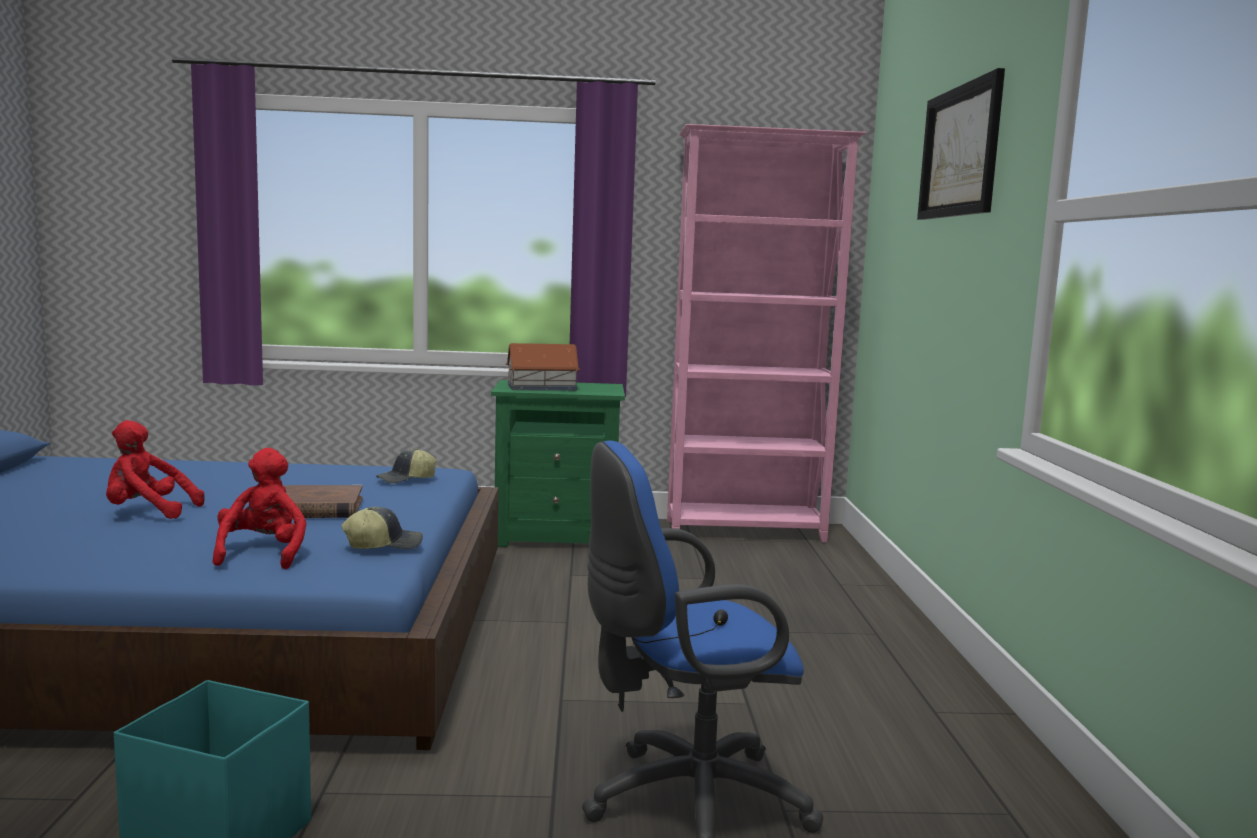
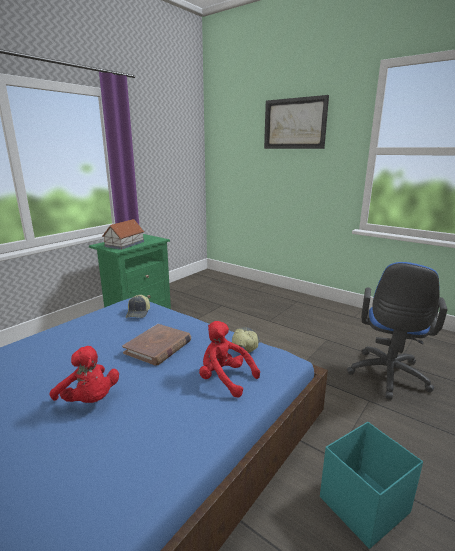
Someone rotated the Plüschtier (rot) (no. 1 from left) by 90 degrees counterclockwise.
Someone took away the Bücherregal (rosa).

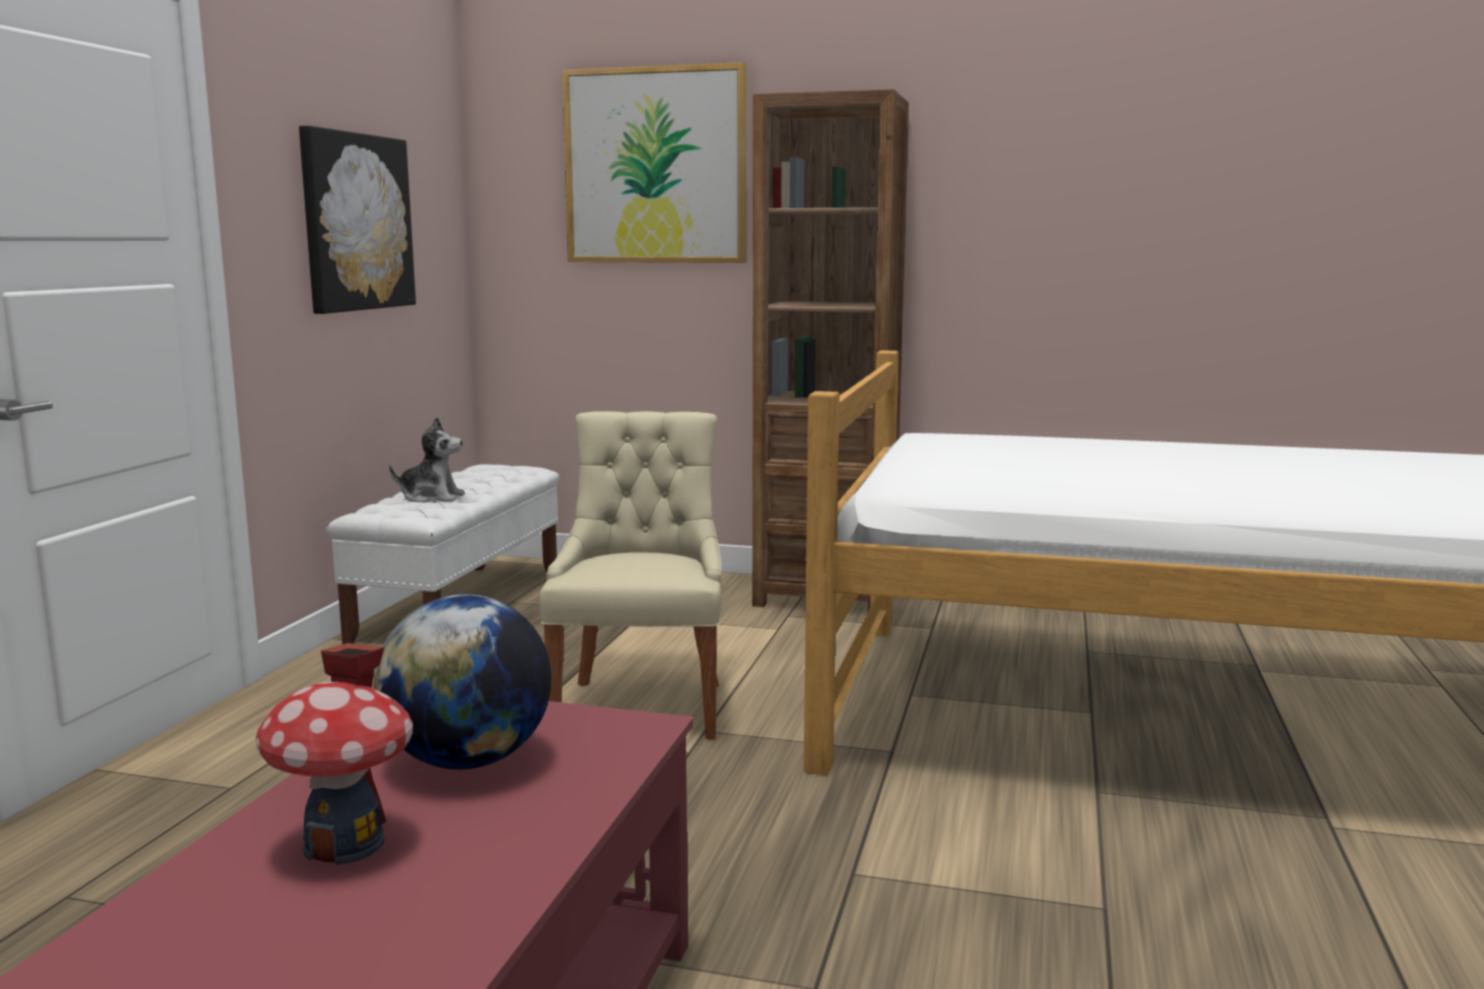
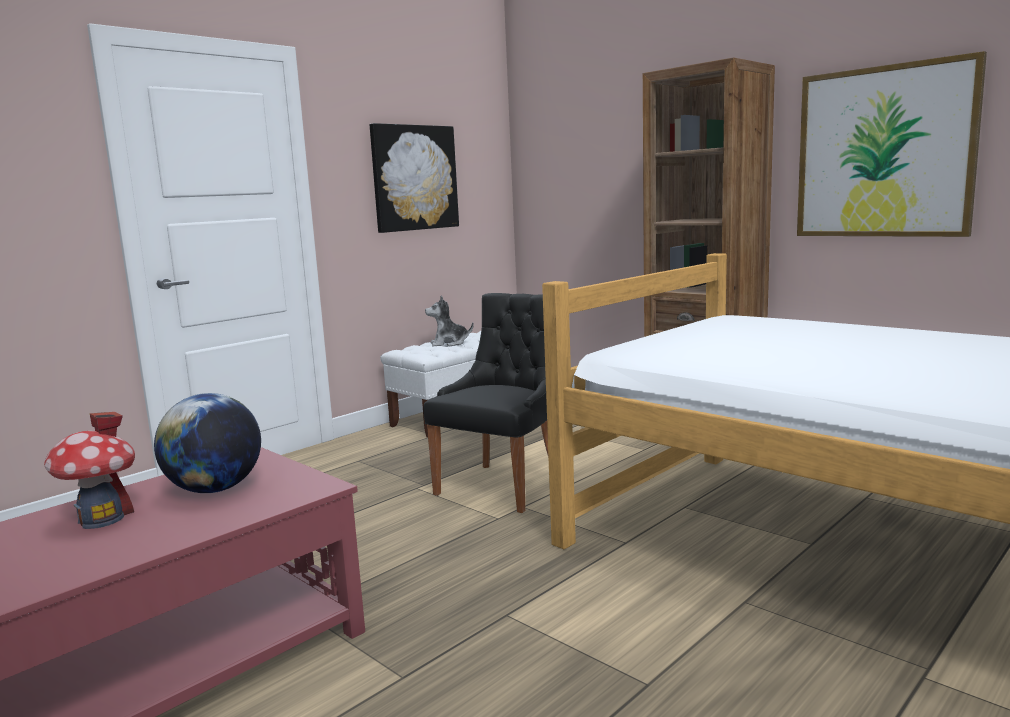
Someone repainted the Stuhl (beige), which became the Stuhl (schwarz).
Someone rotated the Plüschtier by 135 degrees clockwise.
Someone carried the Bild (no. 2 from left).

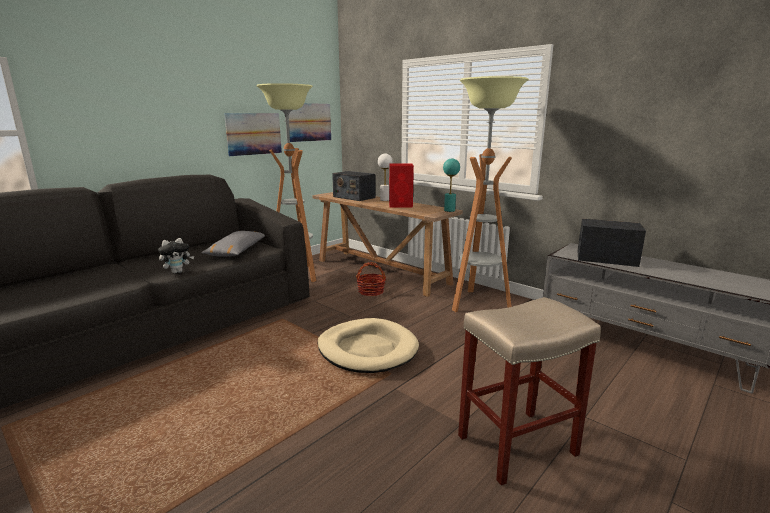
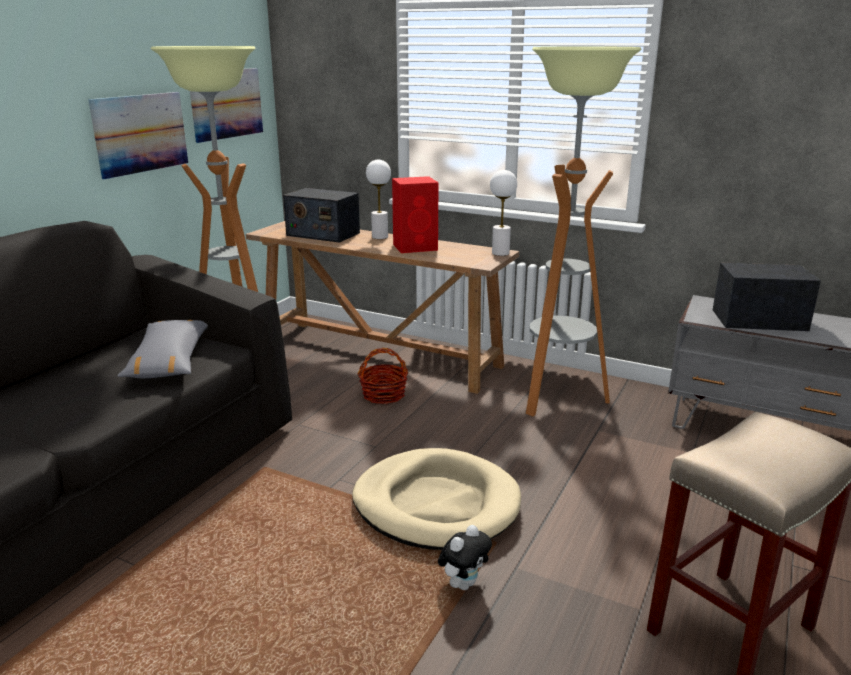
Someone carried the Plüschtier.
Someone repainted the Tischlampe (türkis), which became the Tischlampe (weiß) (no. 2 from left).

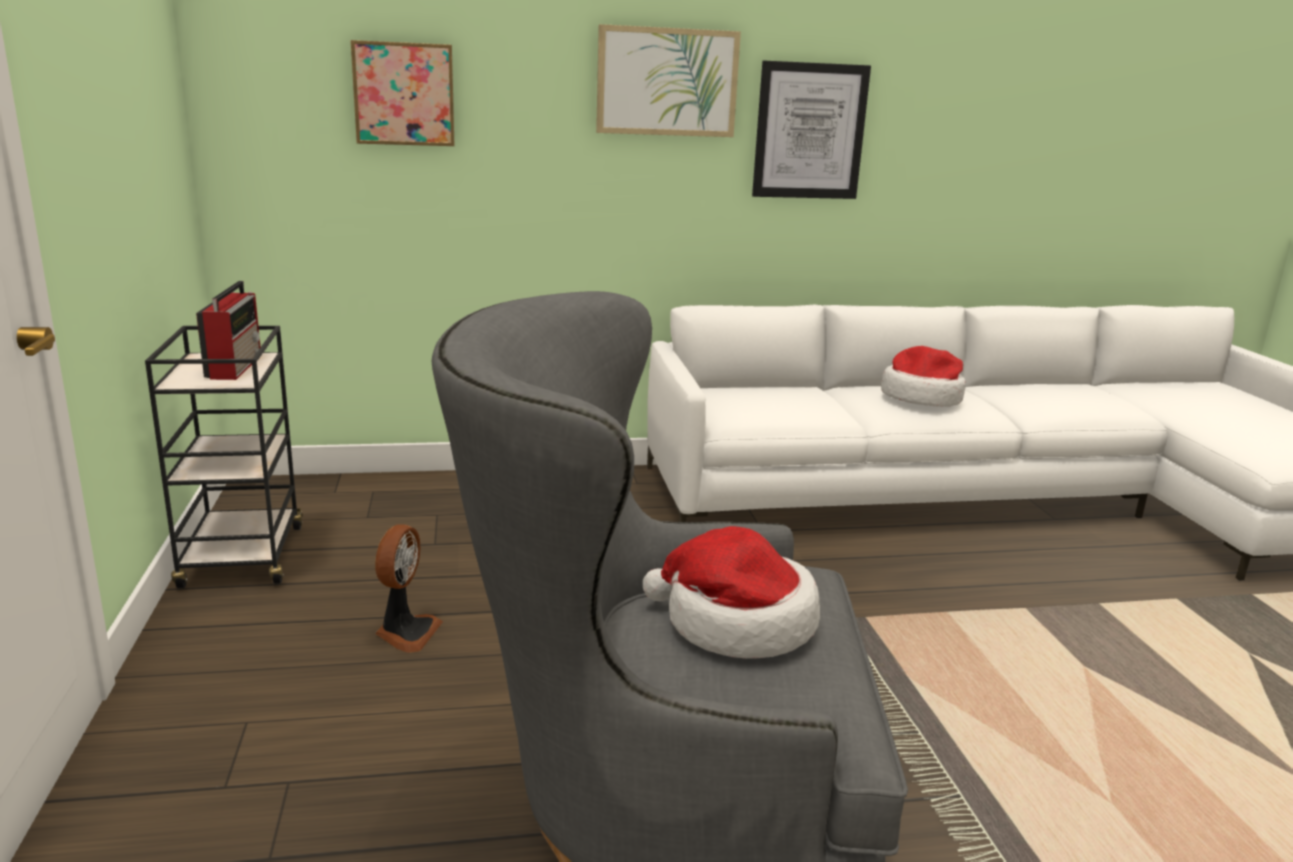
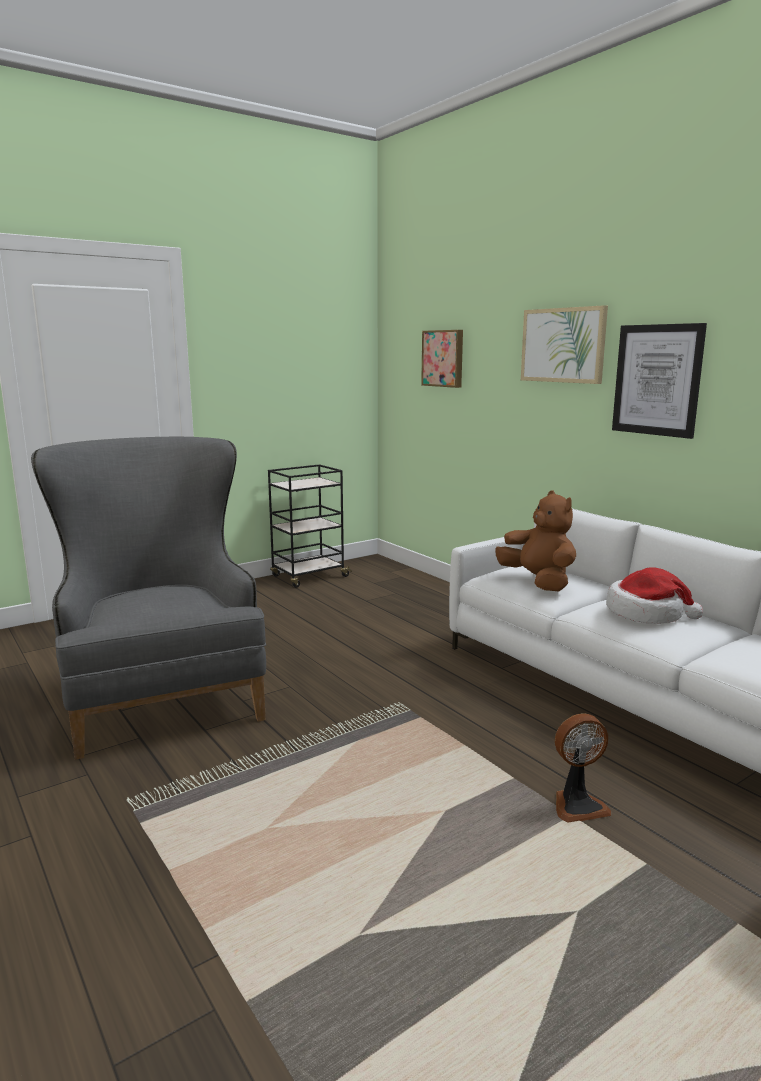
Someone put down the Plüschtier (braun).
Someone carried the Ventilator.
Someone took away the Radio.
Someone took away the Hut (no. 1 from left).

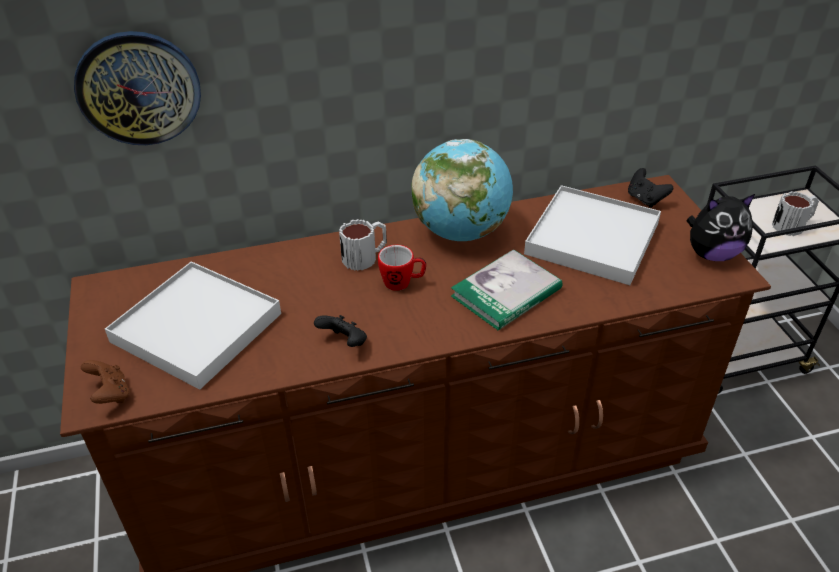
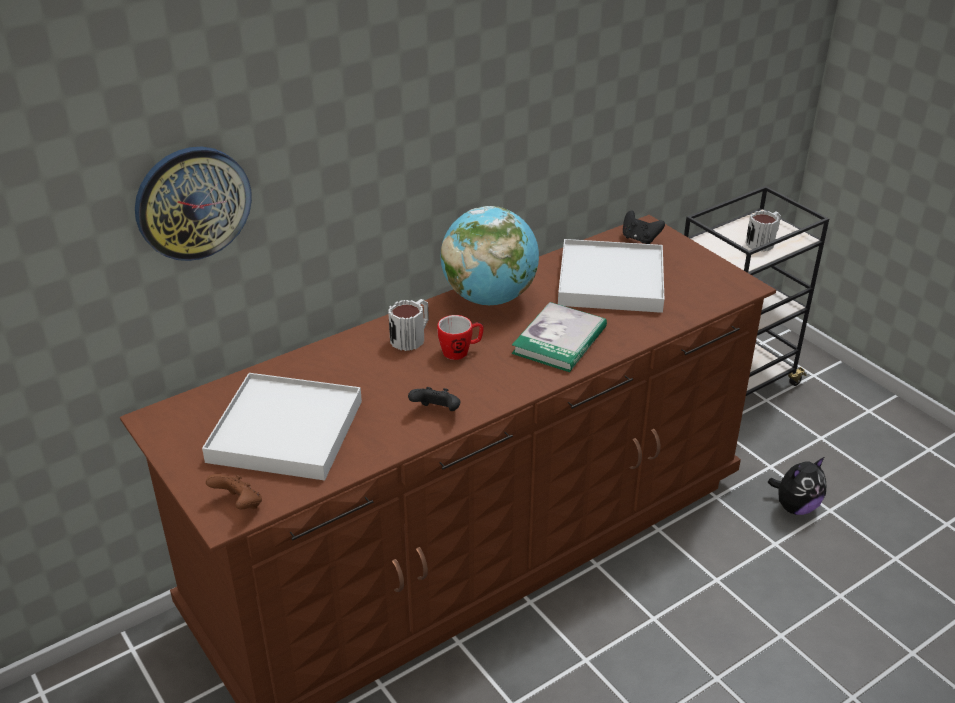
Someone carried the Plüschtier.

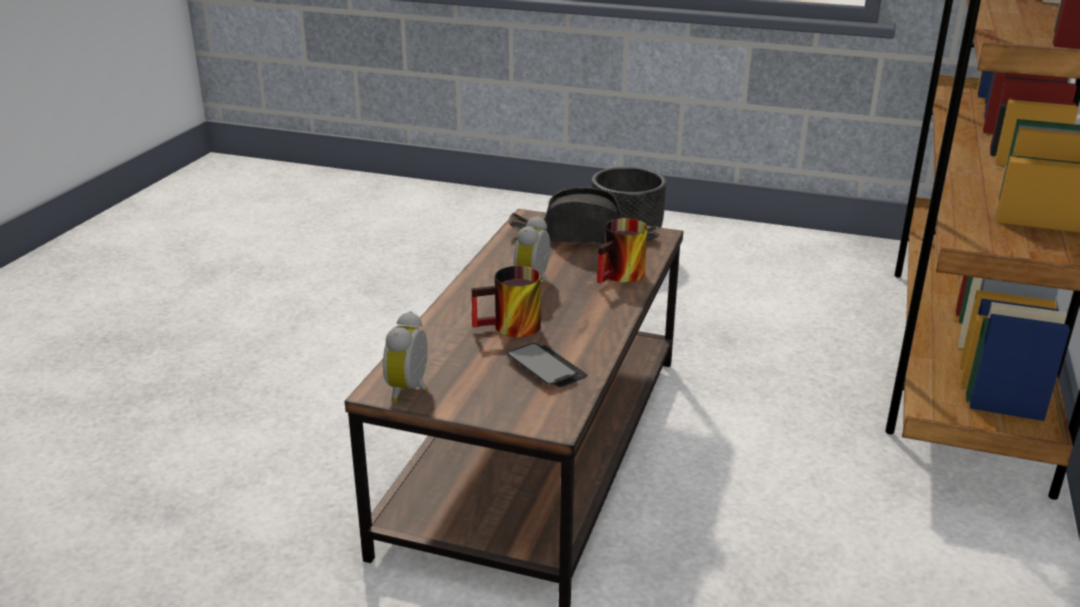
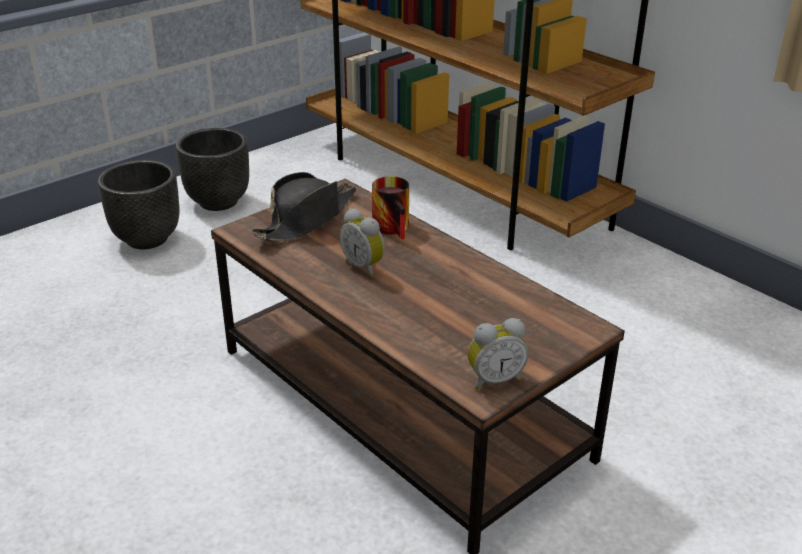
Someone put down the Pflanzkübel (schwarz) (no. 2 from left).
Someone rotated the Wecker (no. 1 from left in the first image) by 60 degrees counterclockwise.
Someone took away the Henkelbecher (no. 1 from left).
Someone took away the Handy.

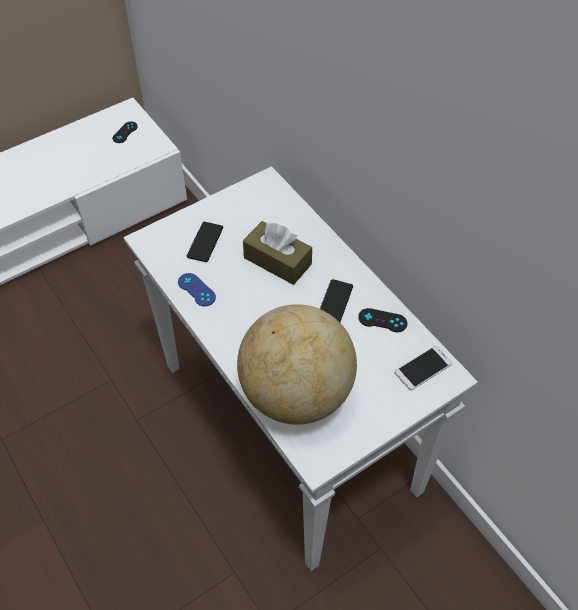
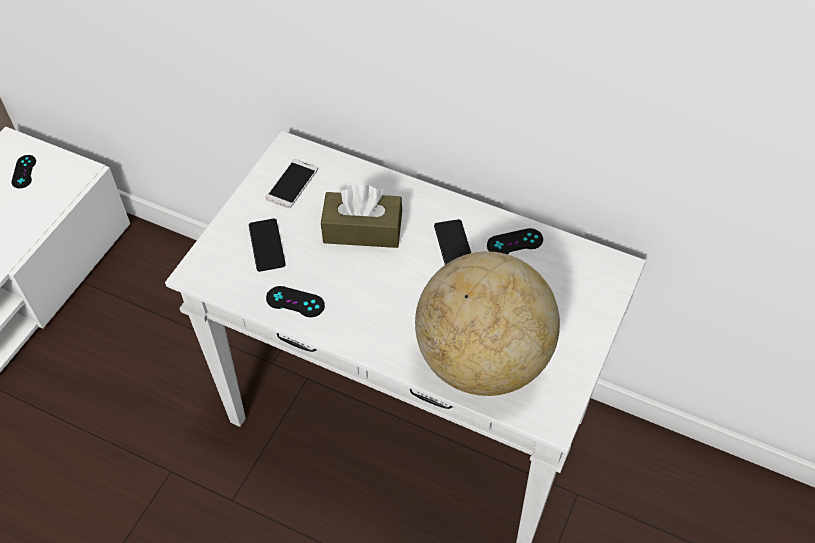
Someone carried the Handy (no. 3 from left in the first image).
Someone repainted the Gamepad (blau), which became the Gamepad (schwarz) (no. 2 from left).

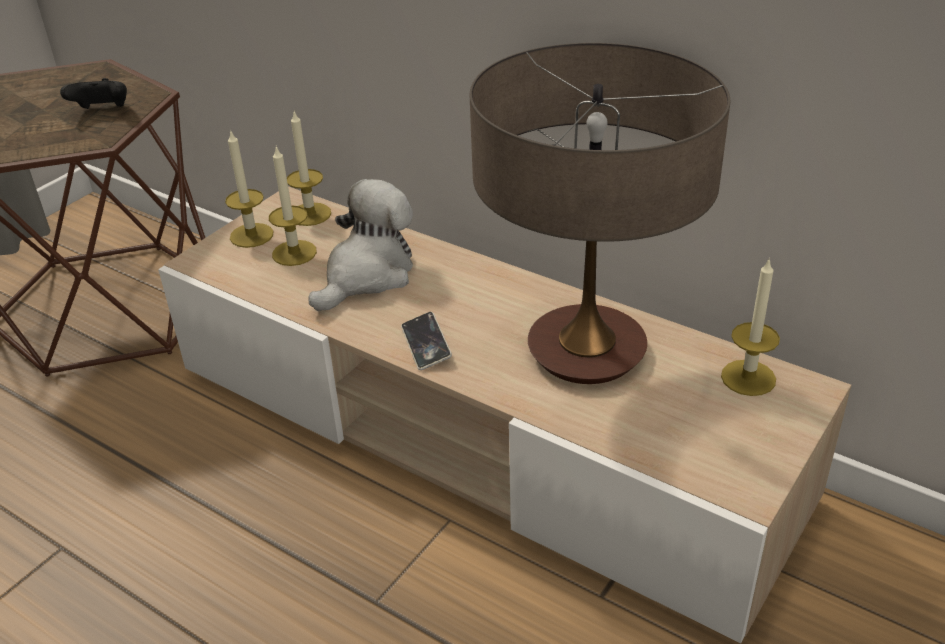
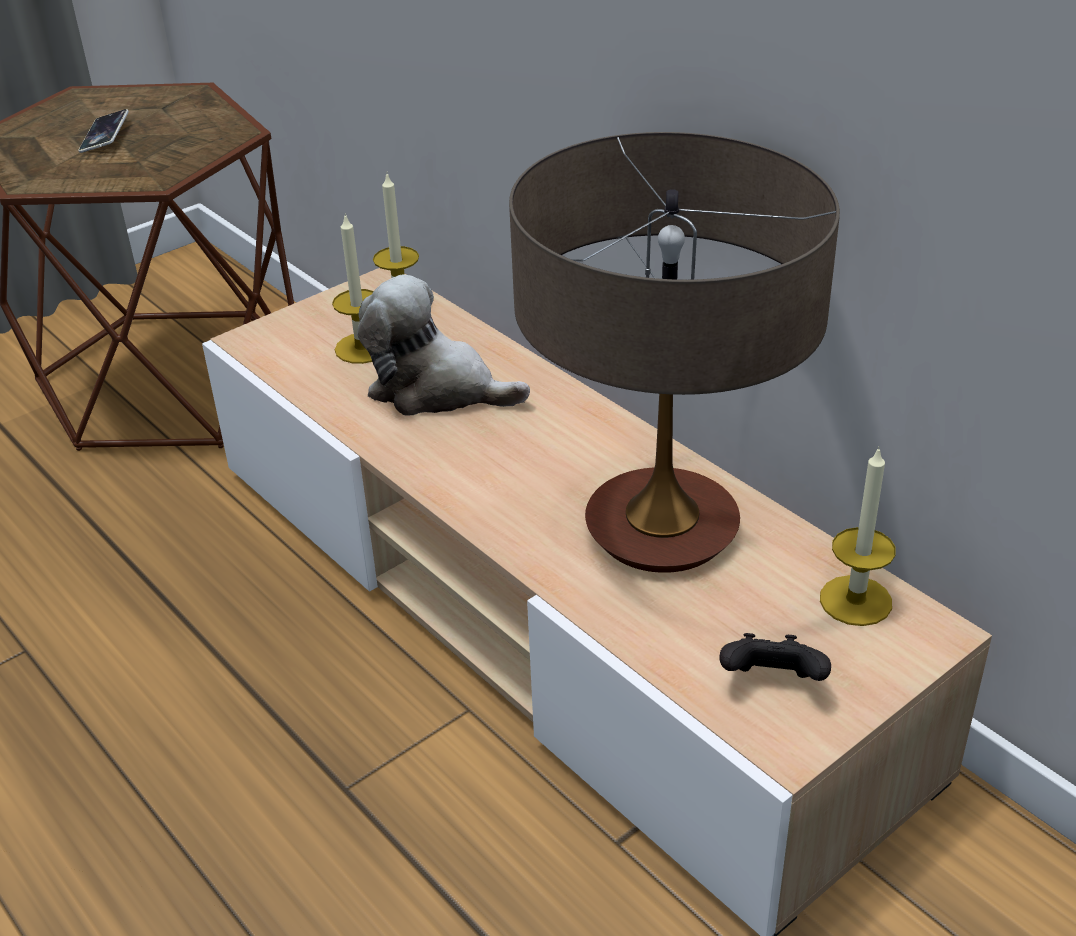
Someone carried the Handy.
Someone rotated the Plüschtier by 120 degrees counterclockwise.
Someone carried the Gamepad (schwarz).
Someone took away the Kerze (no. 1 from left).

